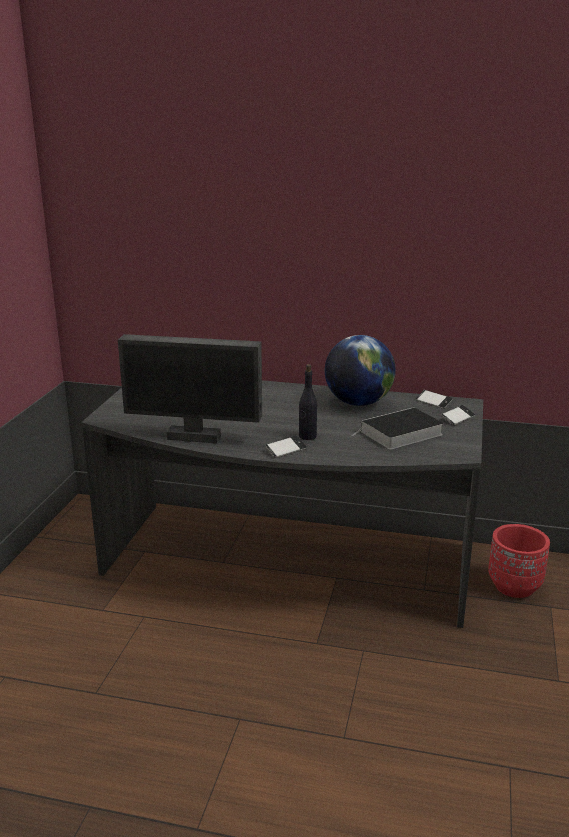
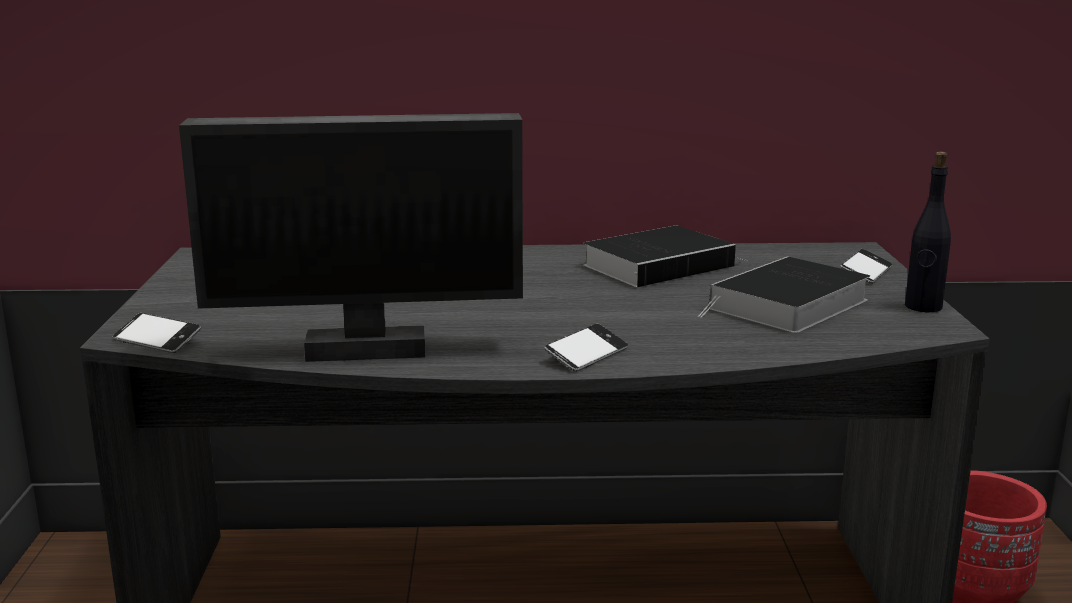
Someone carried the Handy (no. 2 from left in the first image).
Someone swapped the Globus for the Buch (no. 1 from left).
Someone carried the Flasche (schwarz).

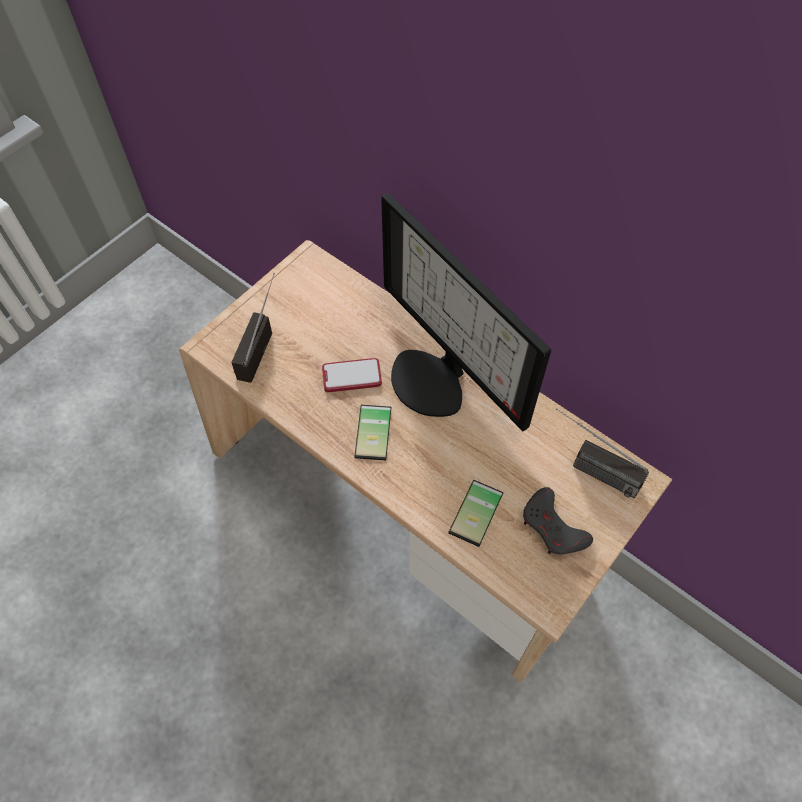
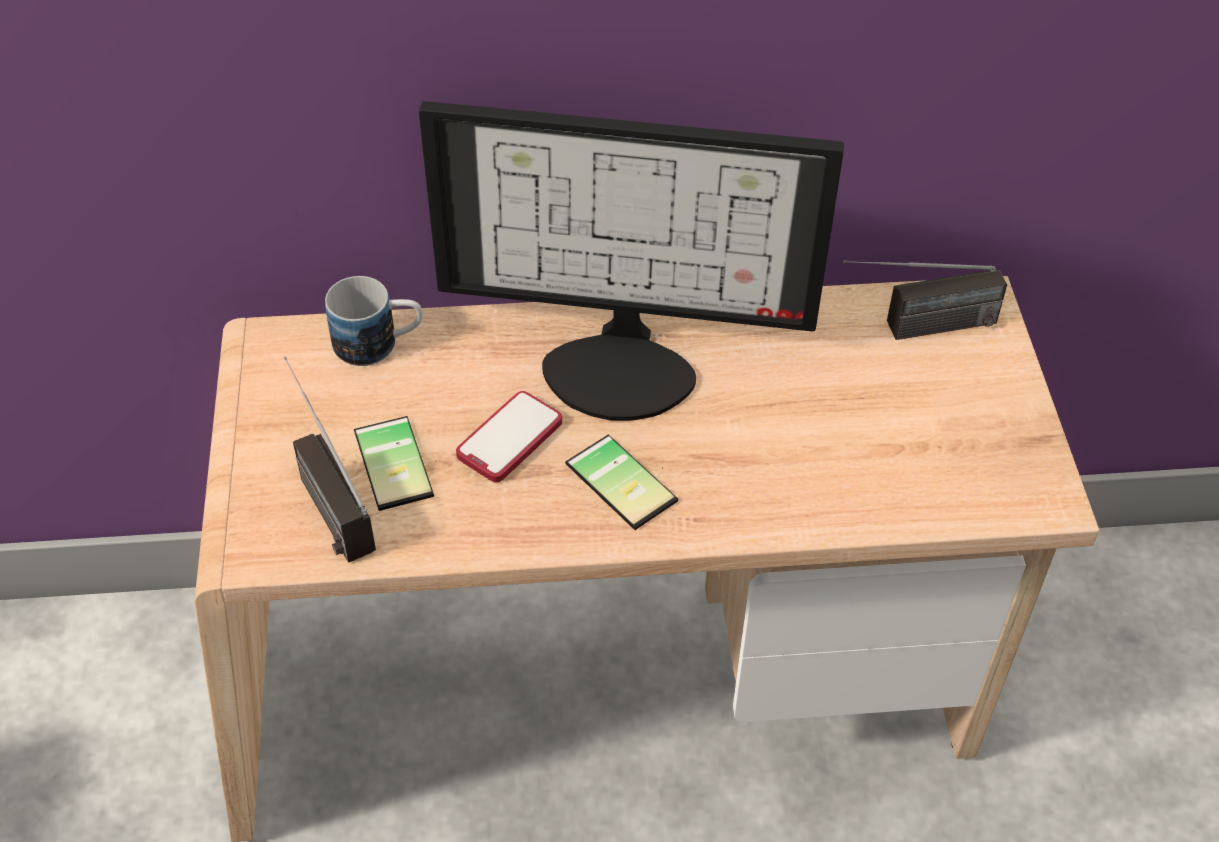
Someone put down the Henkelbecher.
Someone carried the Handy (no. 3 from left in the first image).
Someone took away the Gamepad (grau).

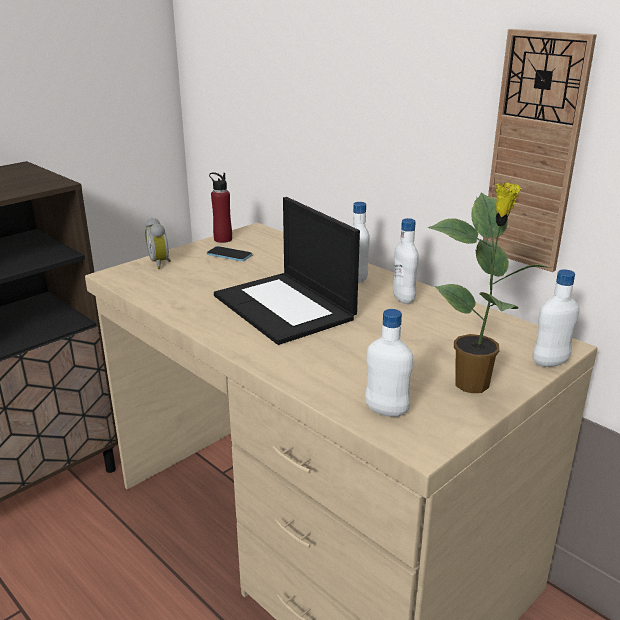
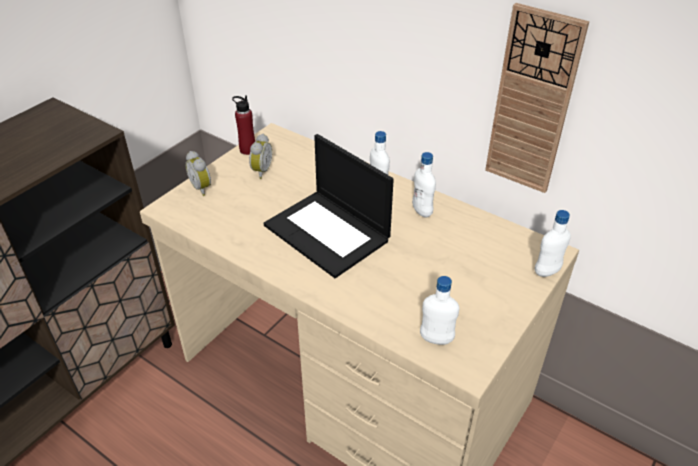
Someone swapped the Handy for the Wecker (no. 2 from left).
Someone took away the Topfpflanze.

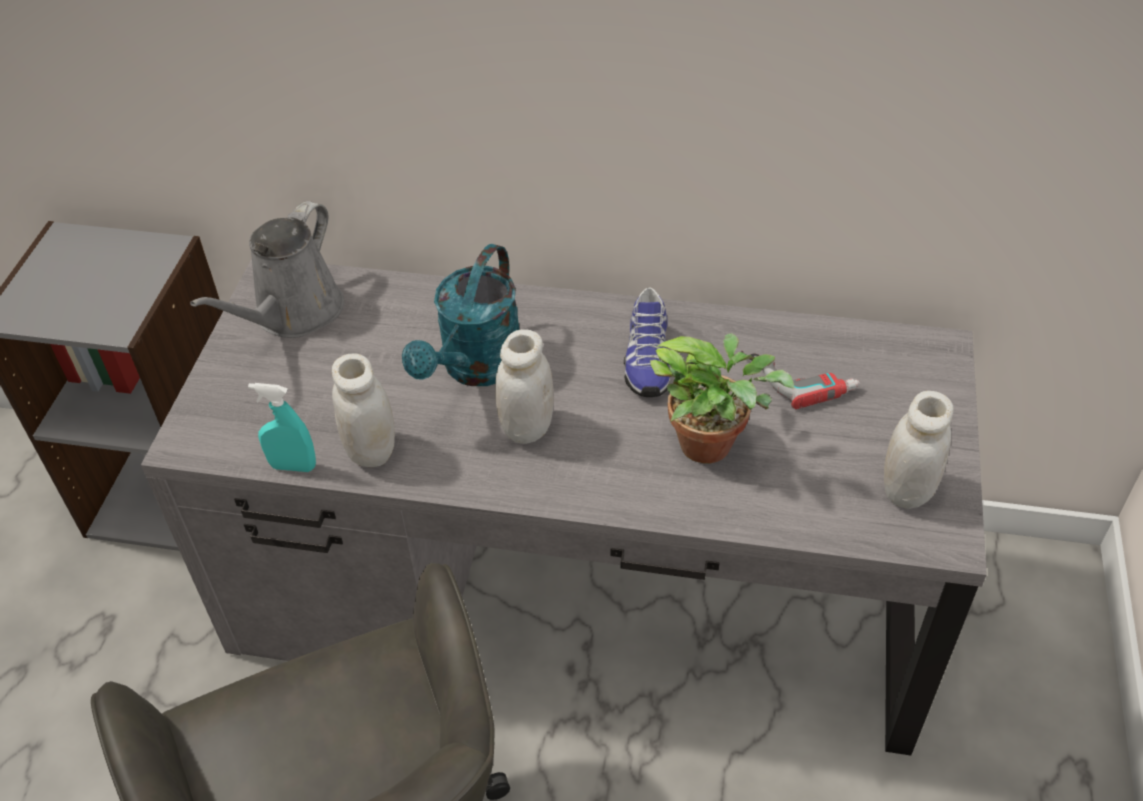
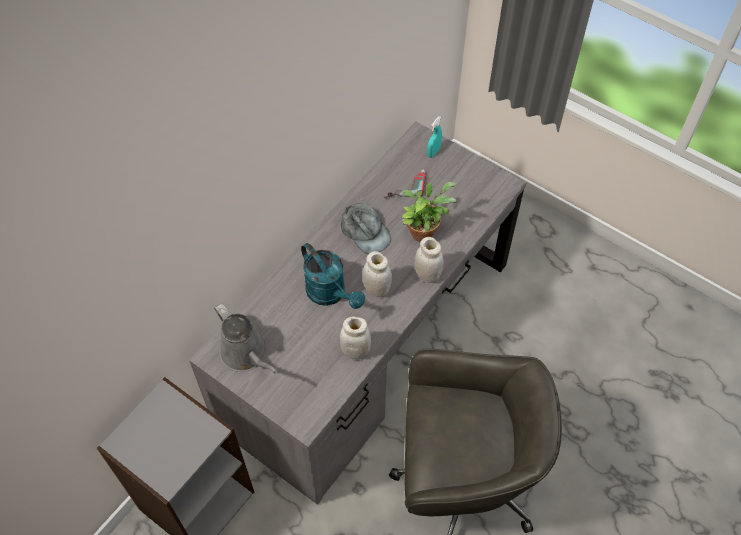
Someone swapped the Schuh for the Kappe (grau).
Someone carried the Vorratsglas (weiß) (no. 3 from left).
Someone carried the Sprühflasche (türkis).

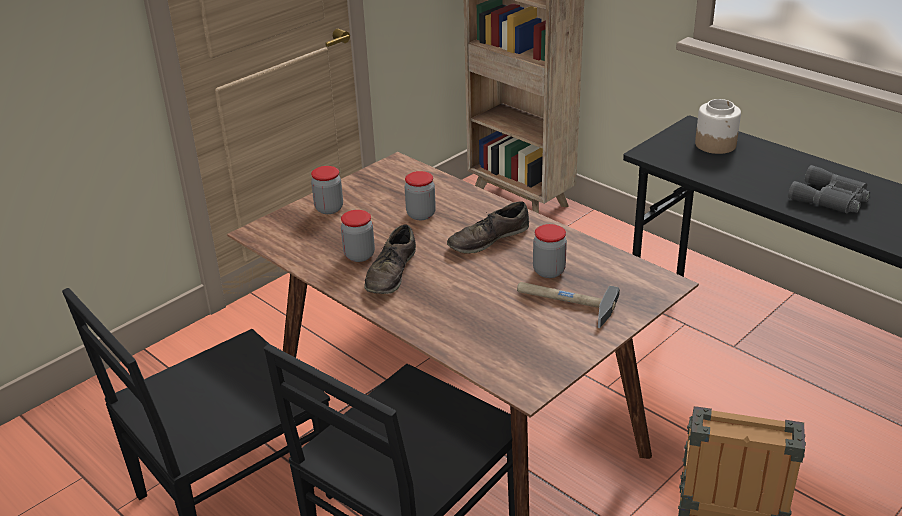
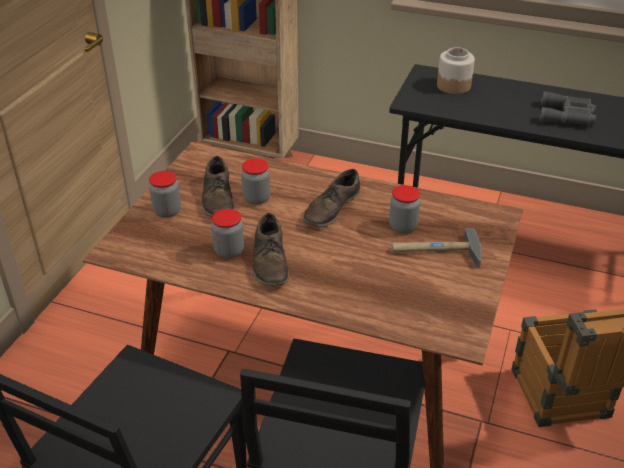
Someone put down the Schuh (braun) (no. 1 from left).

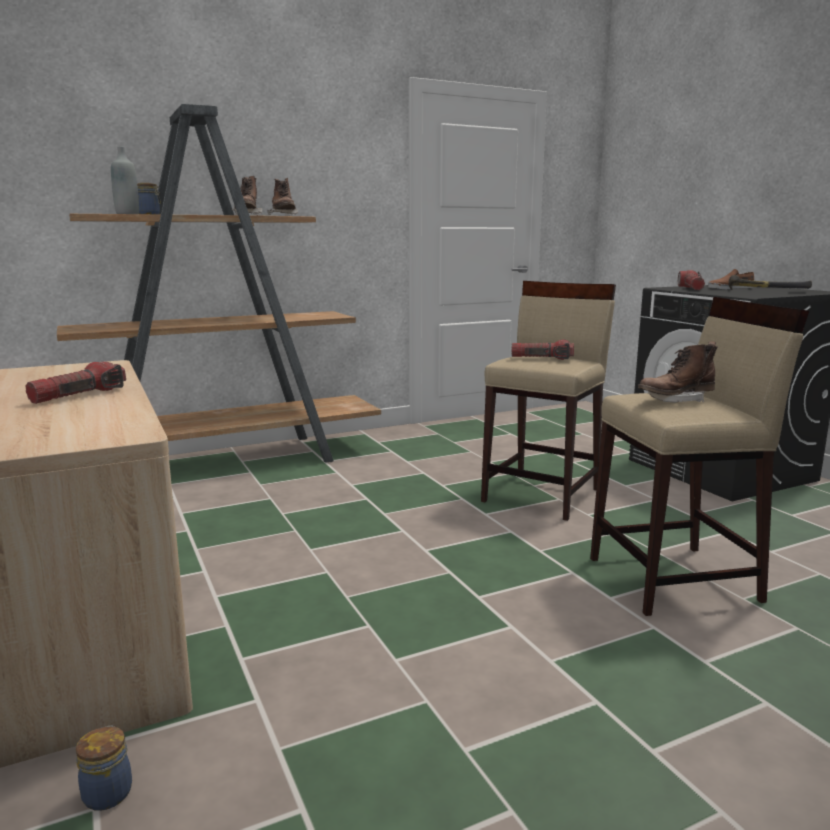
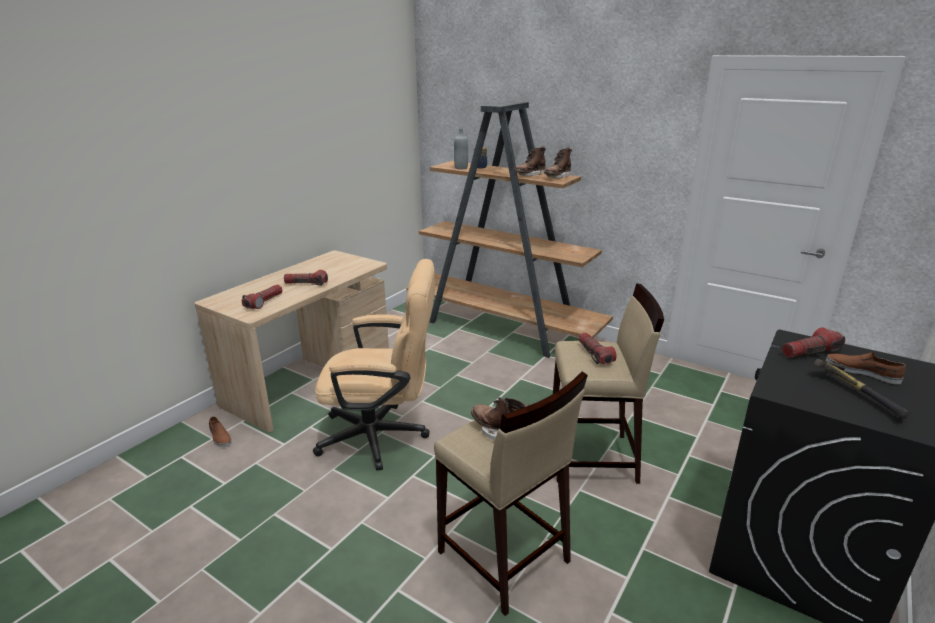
Someone swapped the Vorratsglas (no. 1 from left) for the Schuh (braun) (no. 1 from left).
Someone put down the Taschenlampe (no. 1 from left).
Someone put down the Bürostuhl (beige).

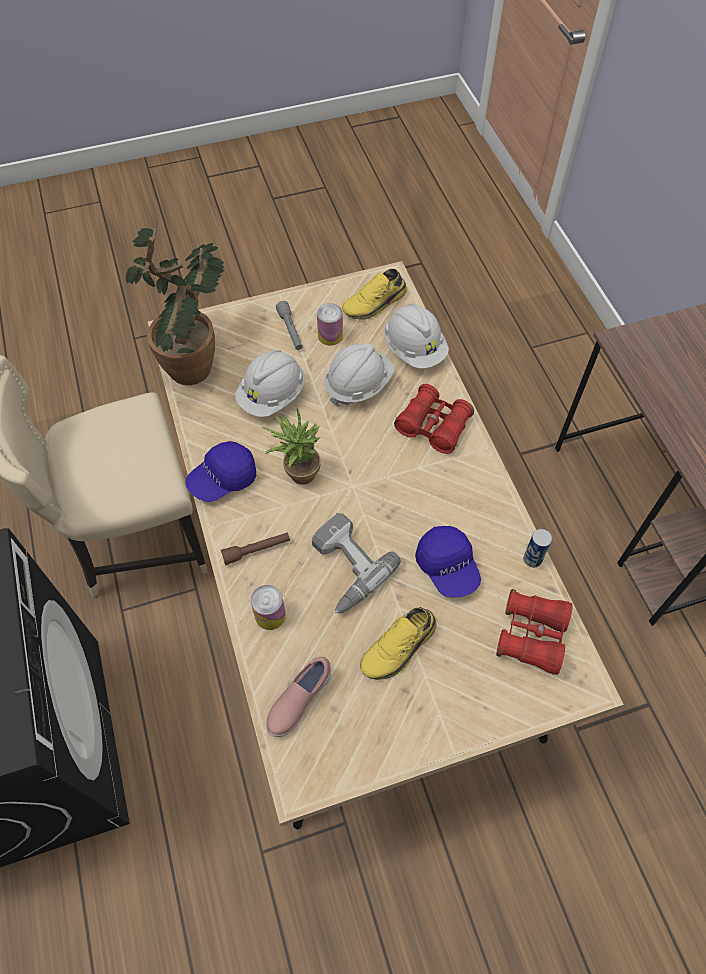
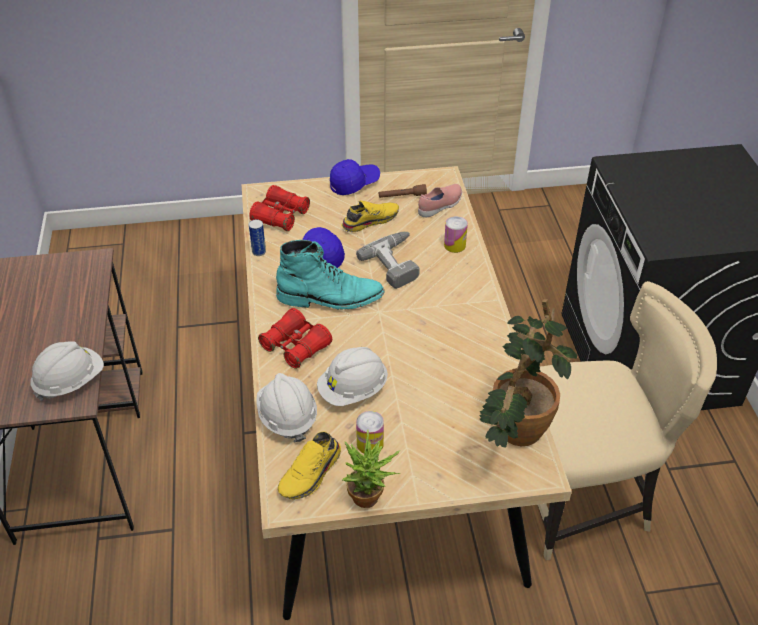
Someone carried the Schutzhelm (weiß) (no. 1 from left).
Someone put down the Stiefel (türkis).
Someone rotated the Schuh (gelb) (no. 1 from left) by 150 degrees clockwise.
Someone carried the Kappe (blau) (no. 1 from left in the first image).
Someone carried the Topfpflanze (no. 2 from left in the first image).
Someone carried the Taschenlampe (braun).
Someone took away the Taschenlampe (grau).

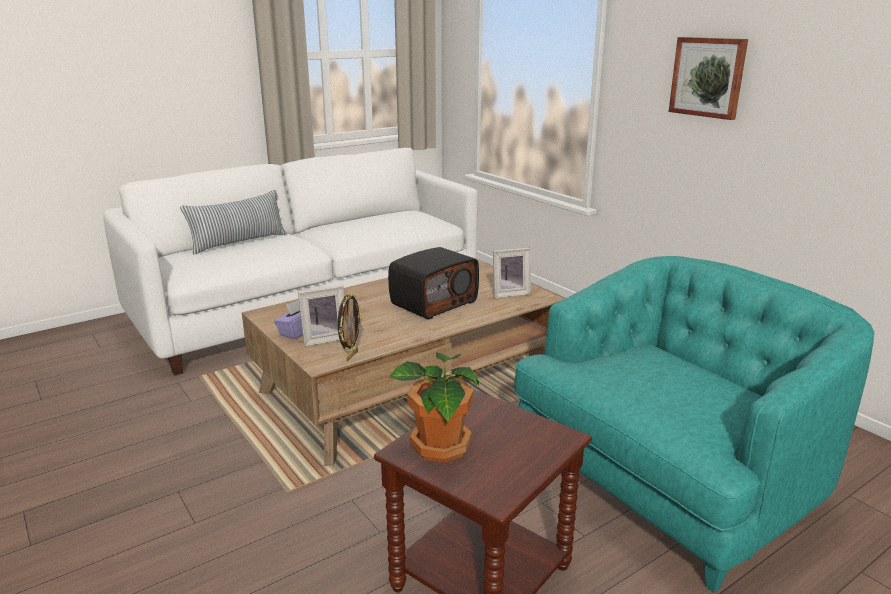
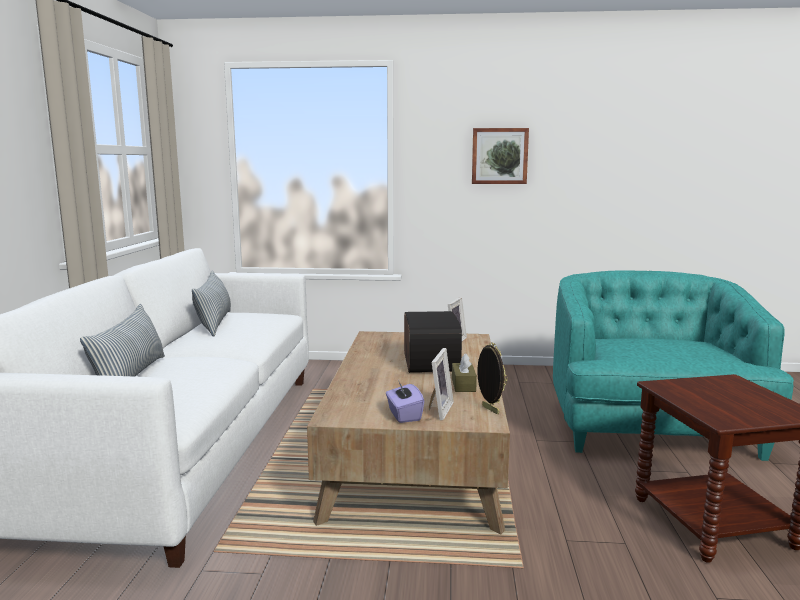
Someone put down the Kissen (no. 2 from left).
Someone put down the Taschentuchbox (braun).
Someone took away the Topfpflanze.

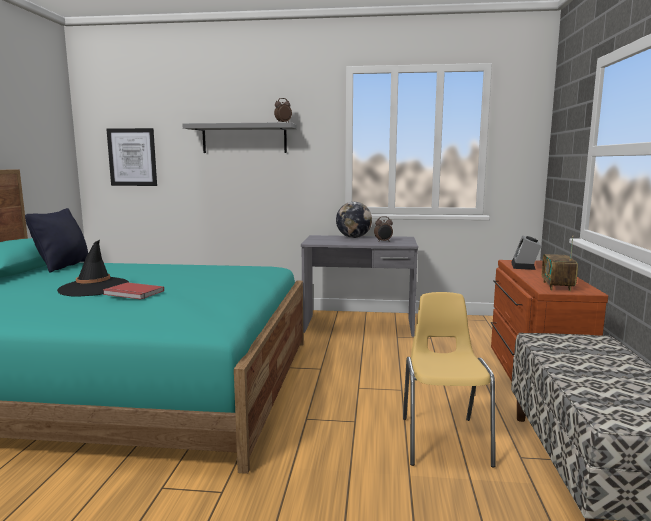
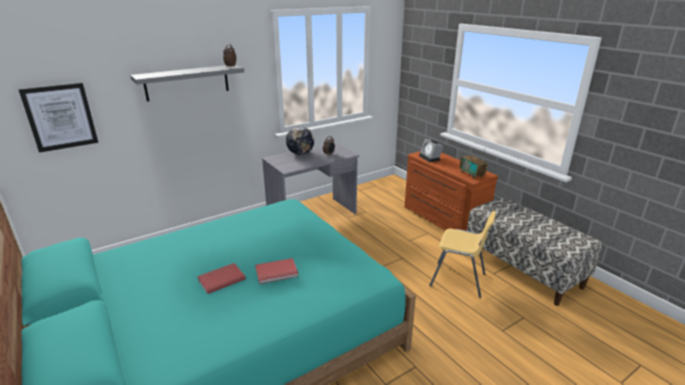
Someone swapped the Hut (schwarz) for the Buch (rot) (no. 1 from left).
Someone rotated the Stuhl (gelb) by 150 degrees clockwise.
Someone took away the Kissen (schwarz).

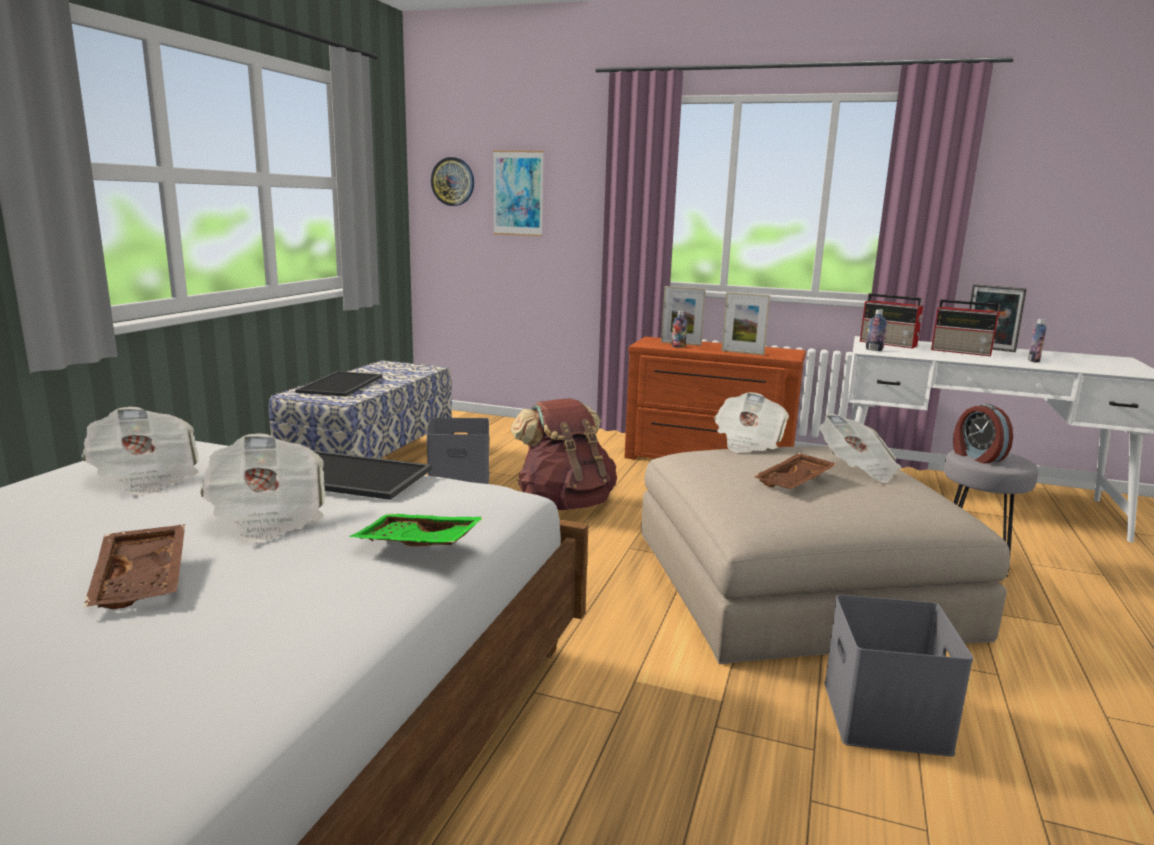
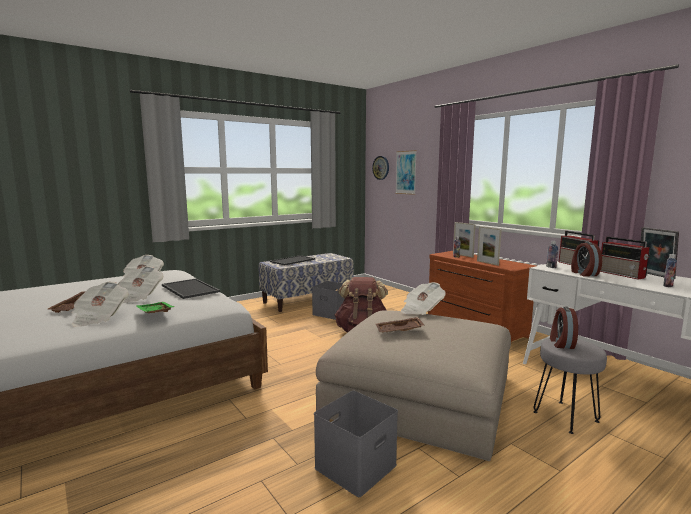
Someone carried the Zeitung (no. 4 from left in the first image).
Someone put down the Wecker (no. 2 from left).

